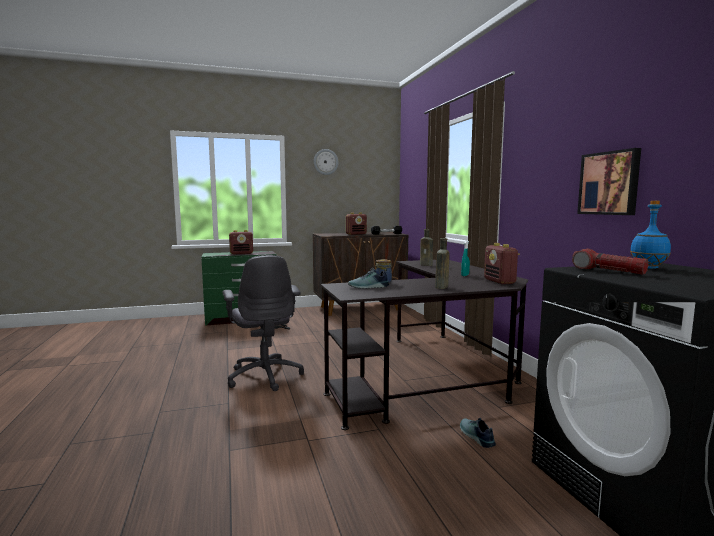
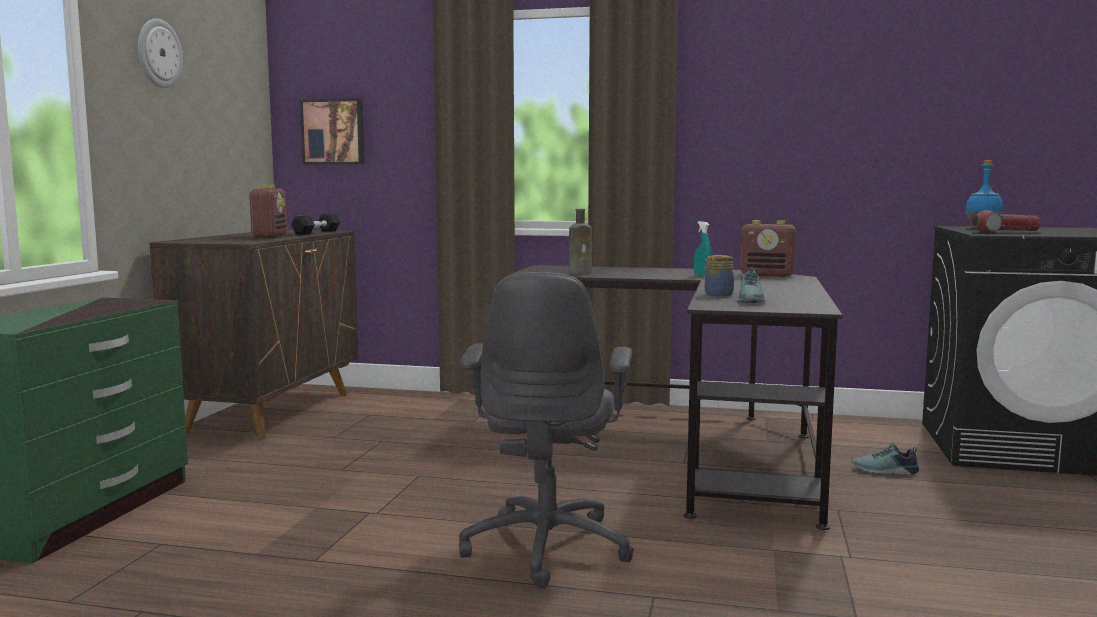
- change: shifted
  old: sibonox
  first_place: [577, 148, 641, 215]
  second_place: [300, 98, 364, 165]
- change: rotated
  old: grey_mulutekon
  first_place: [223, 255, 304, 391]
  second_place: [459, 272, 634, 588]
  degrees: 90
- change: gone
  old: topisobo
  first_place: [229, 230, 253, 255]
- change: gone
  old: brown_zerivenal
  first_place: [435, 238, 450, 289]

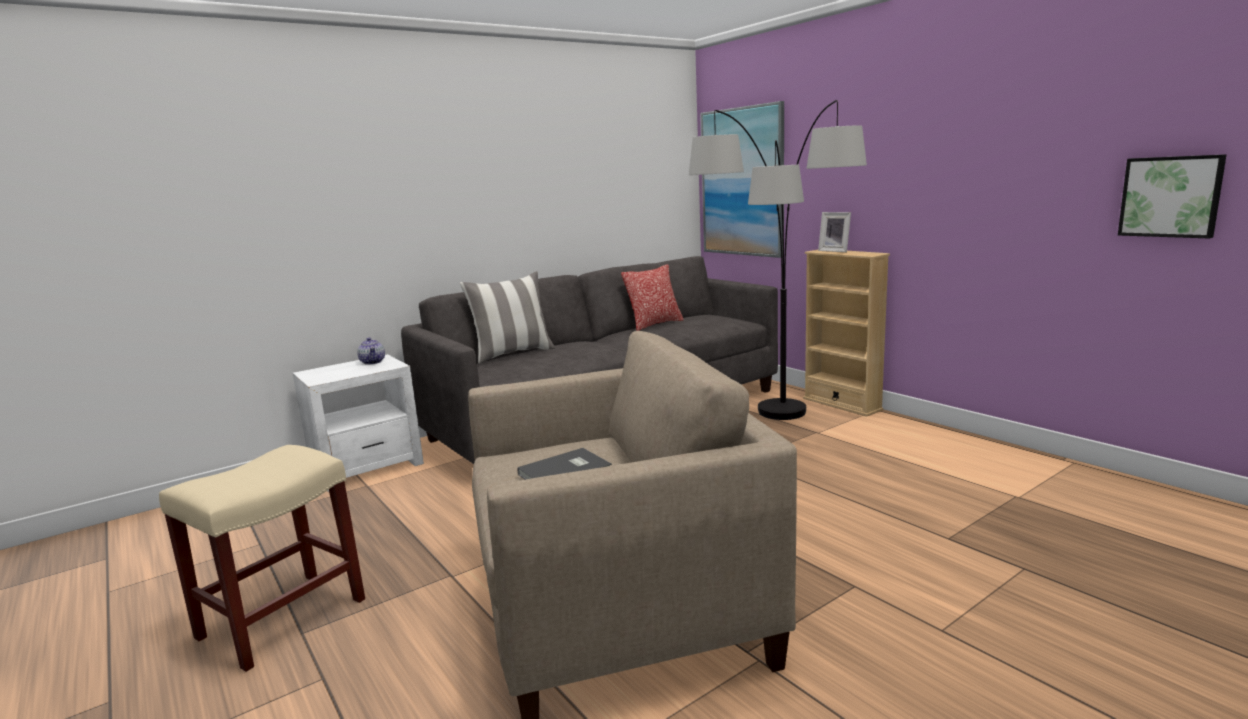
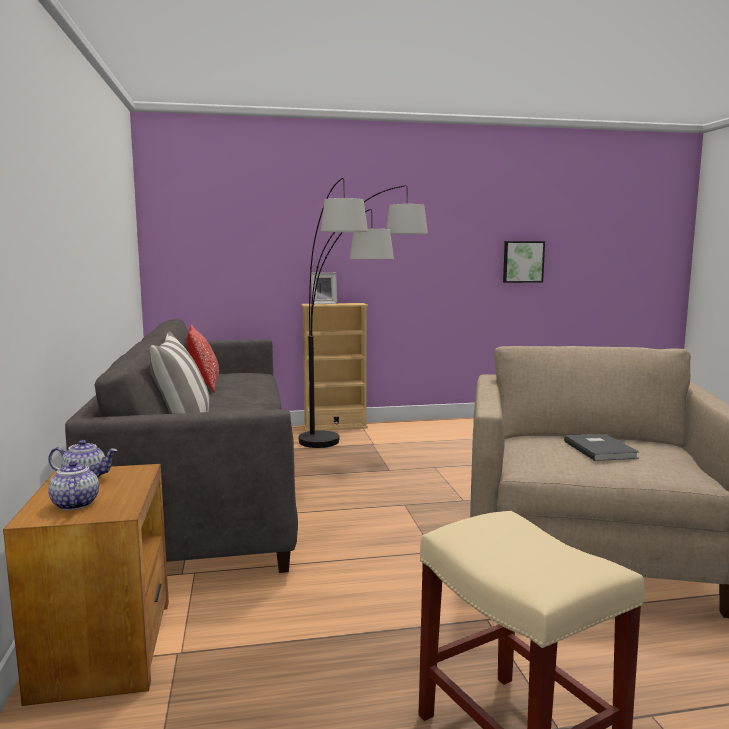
- change: repainted
  old: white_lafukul
  new: brown_lafukul
  first_place: [292, 354, 424, 492]
  second_place: [3, 464, 169, 706]
- change: new
  new: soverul
  second_place: [48, 461, 99, 510]
- change: gone
  old: sibonox
  first_place: [700, 101, 784, 258]

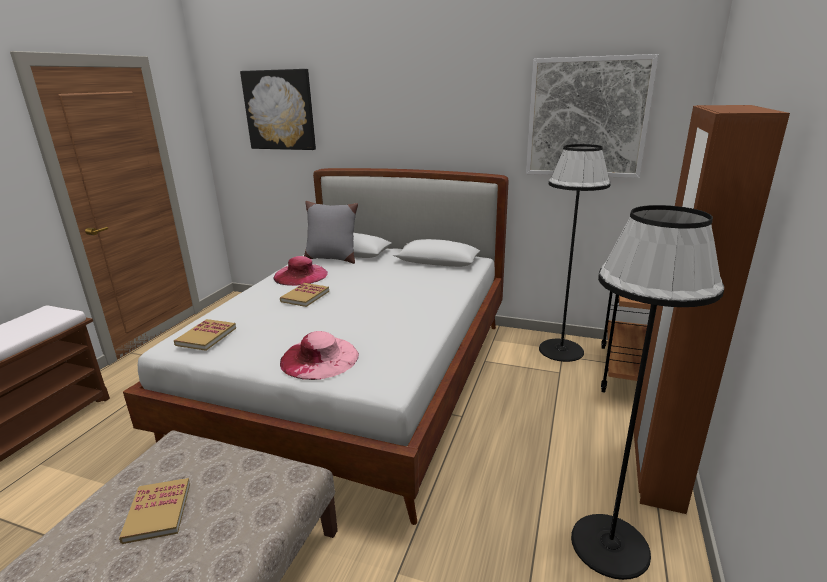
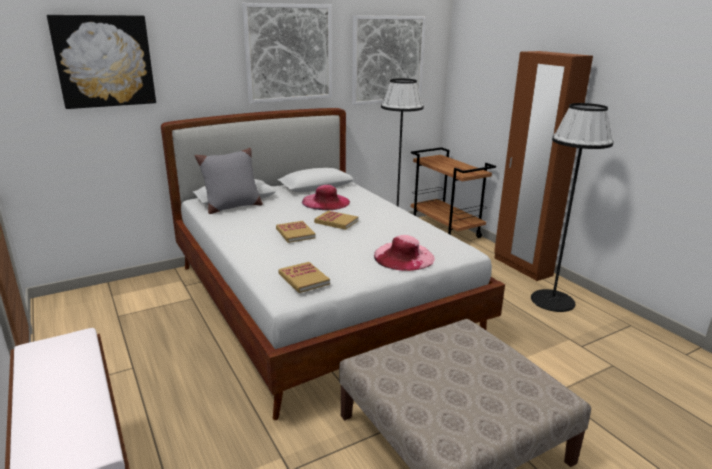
- change: new
  new: sibonox
  second_place: [242, 3, 332, 103]
- change: shifted
  old: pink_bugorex
  first_place: [274, 256, 328, 286]
  second_place: [302, 185, 350, 210]
- change: shifted
  old: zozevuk
  first_place: [119, 478, 190, 544]
  second_place: [314, 211, 358, 230]

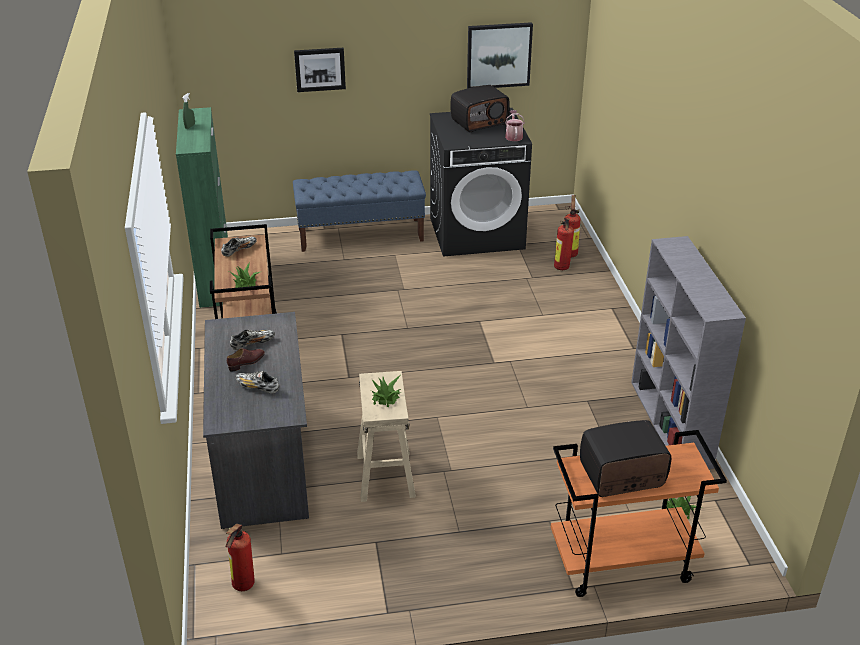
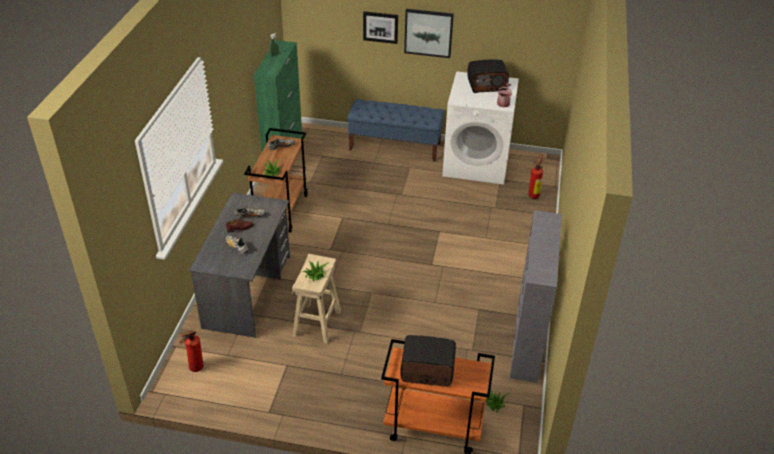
- change: shifted
  old: sibonox
  first_place: [467, 22, 533, 88]
  second_place: [404, 9, 454, 58]
- change: repainted
  old: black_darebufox
  new: white_darebufox
  first_place: [430, 108, 532, 257]
  second_place: [442, 71, 519, 185]
- change: gone
  old: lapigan
  first_place: [554, 217, 574, 270]

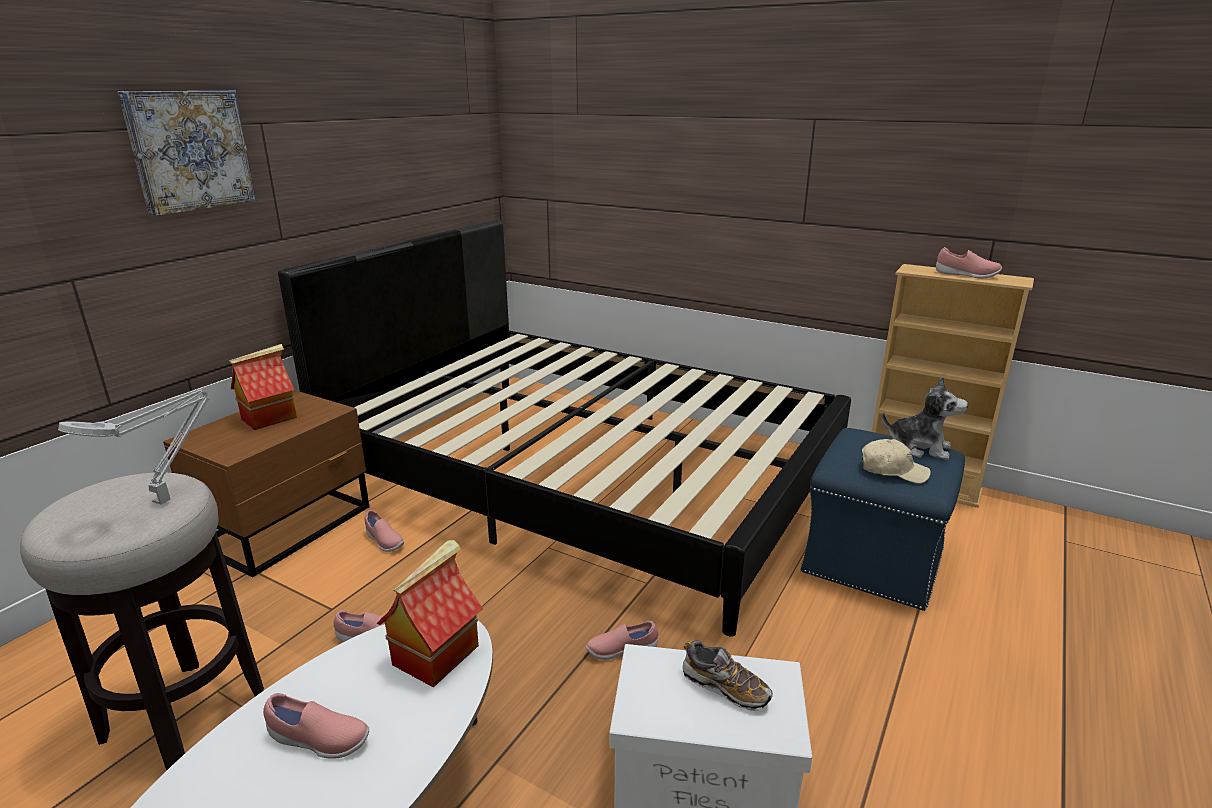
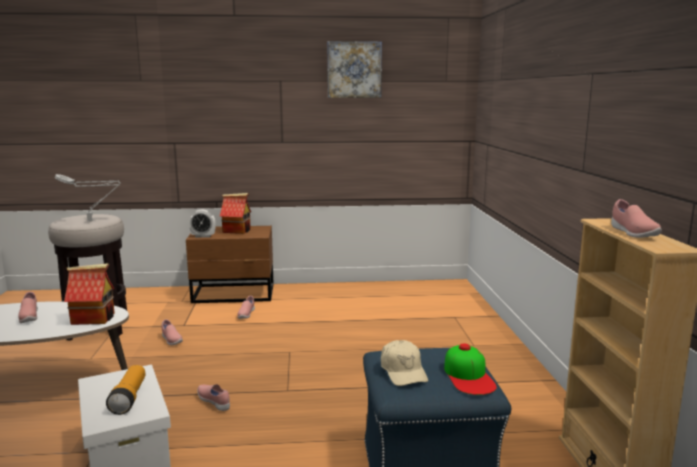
- change: swapped
  old: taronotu
  new: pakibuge
  first_place: [683, 640, 772, 711]
  second_place: [106, 365, 145, 415]
- change: new
  new: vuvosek
  second_place: [189, 210, 216, 238]
- change: shifted
  old: sibonox
  first_place: [118, 91, 256, 216]
  second_place: [327, 41, 382, 98]
- change: swapped
  old: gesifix
  new: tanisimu
  first_place: [882, 376, 968, 460]
  second_place: [444, 344, 497, 395]
- change: gone
  old: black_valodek
  first_place: [278, 220, 851, 637]

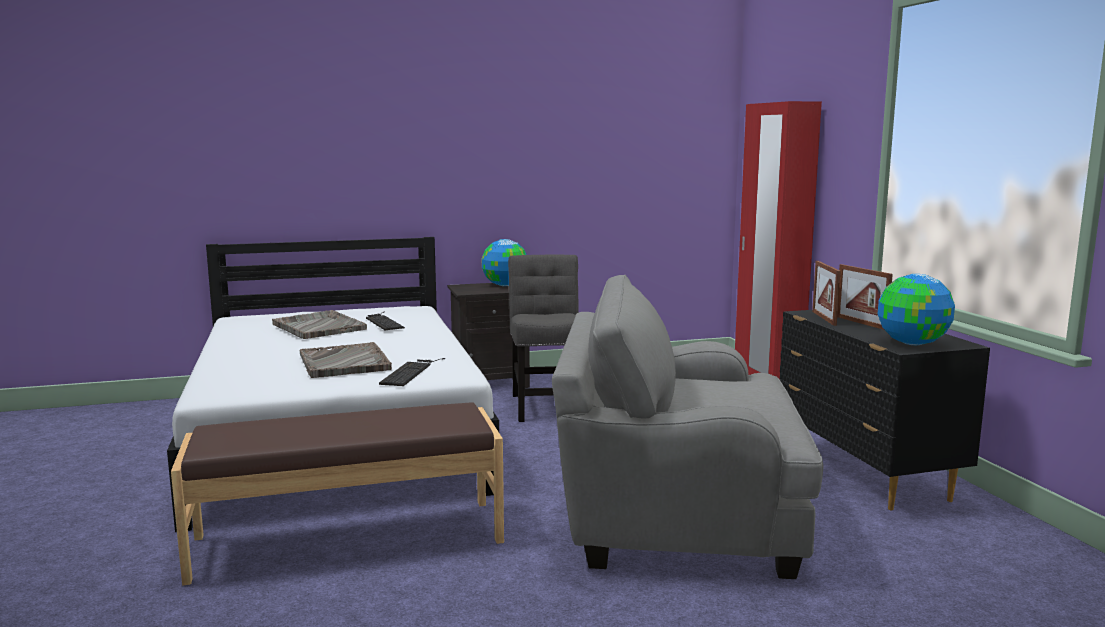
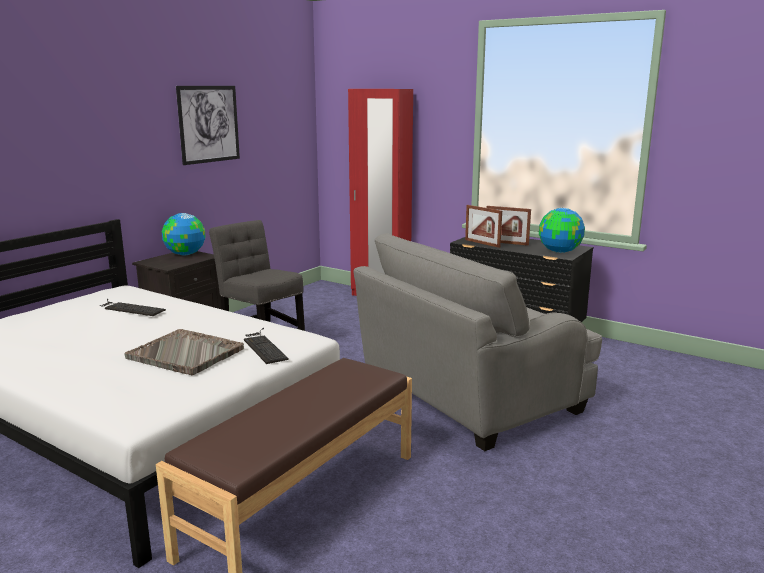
- change: new
  new: sibonox
  second_place: [176, 86, 240, 165]
- change: gone
  old: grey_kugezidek
  first_place: [272, 310, 367, 339]

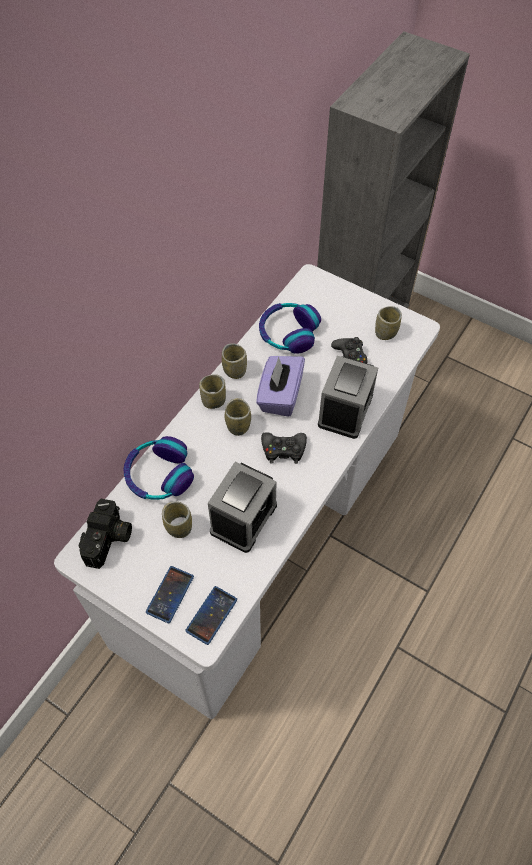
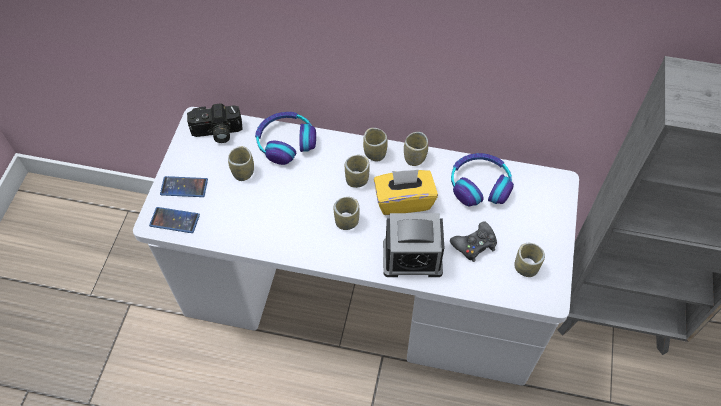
- change: swapped
  old: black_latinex
  new: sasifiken
  first_place: [261, 432, 307, 464]
  second_place: [334, 197, 359, 230]
- change: repainted
  old: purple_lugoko
  new: yellow_lugoko
  first_place: [256, 356, 305, 417]
  second_place: [374, 170, 438, 215]
- change: gone
  old: vuvosek
  first_place: [208, 462, 277, 553]

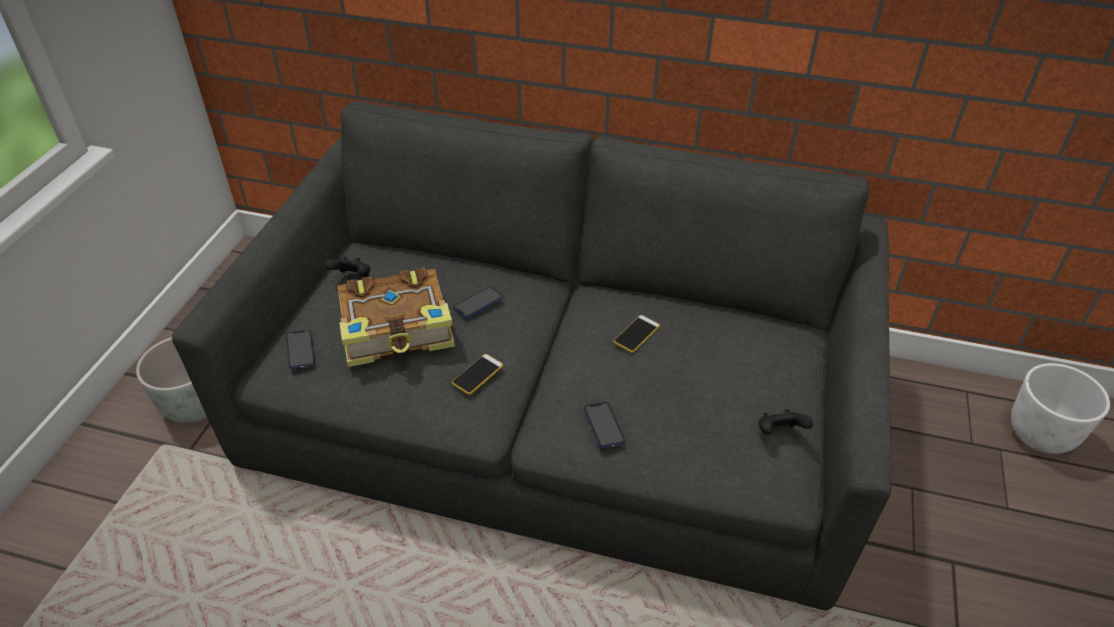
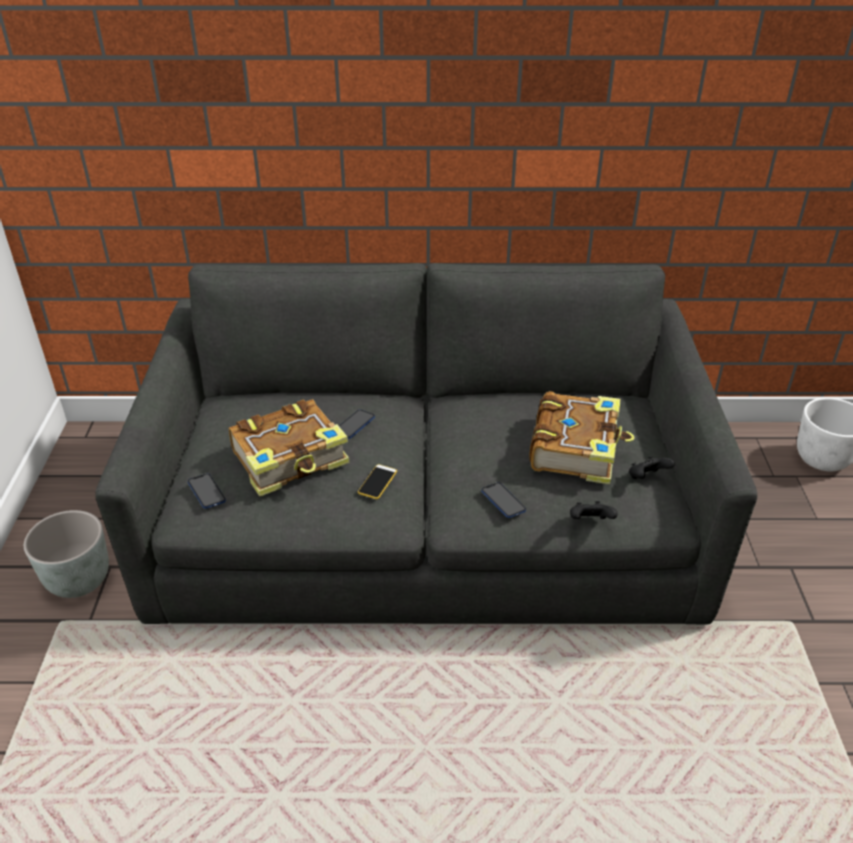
- change: new
  new: zozevuk
  second_place: [529, 391, 635, 484]
- change: shifted
  old: black_latinex
  first_place: [325, 257, 370, 277]
  second_place: [570, 501, 618, 519]
- change: gone
  old: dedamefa
  first_place: [613, 315, 660, 353]

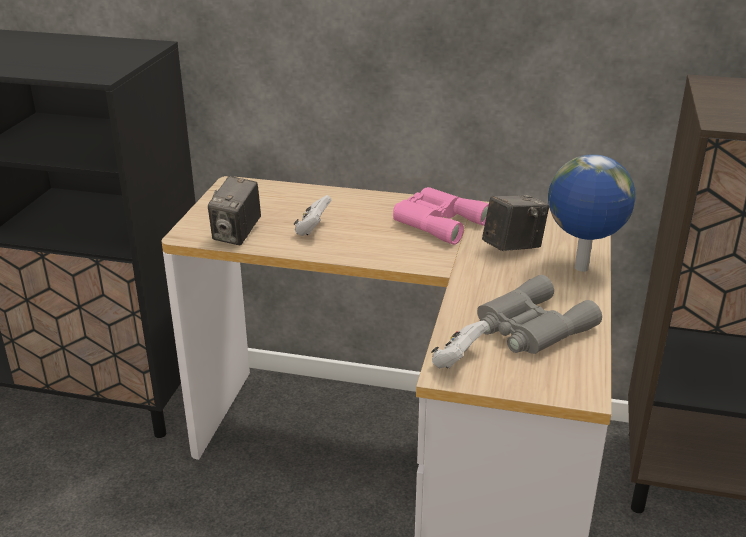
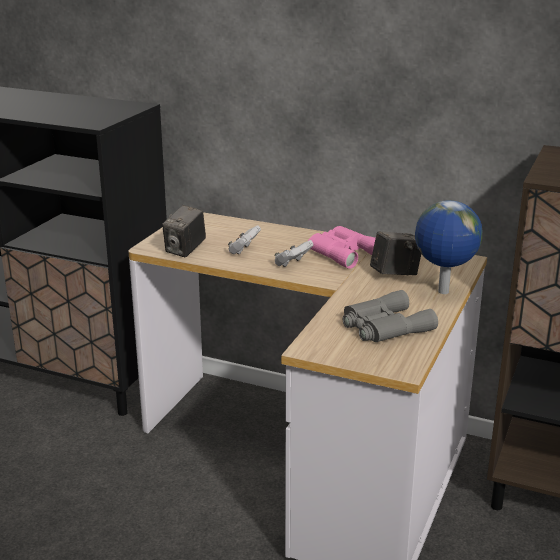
- change: shifted
  old: white_latinex
  first_place: [431, 321, 489, 369]
  second_place: [275, 240, 313, 267]

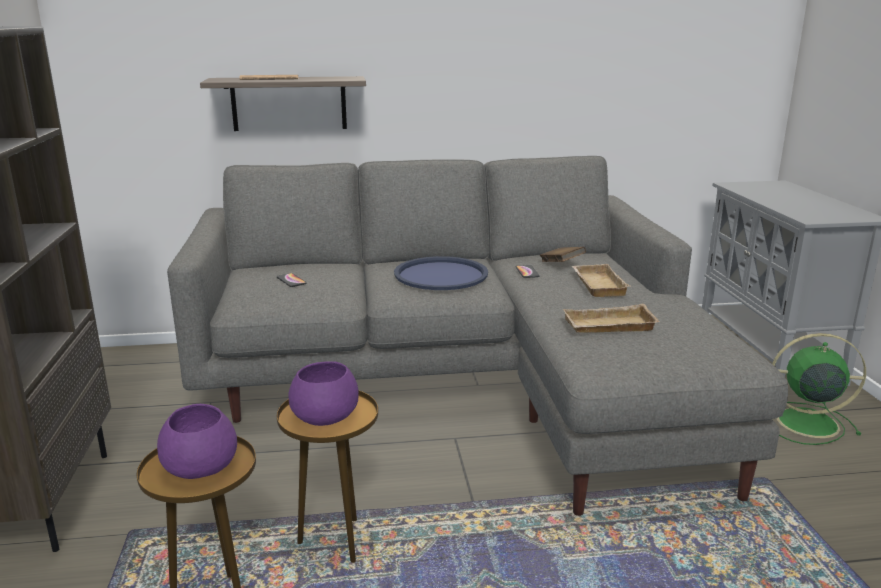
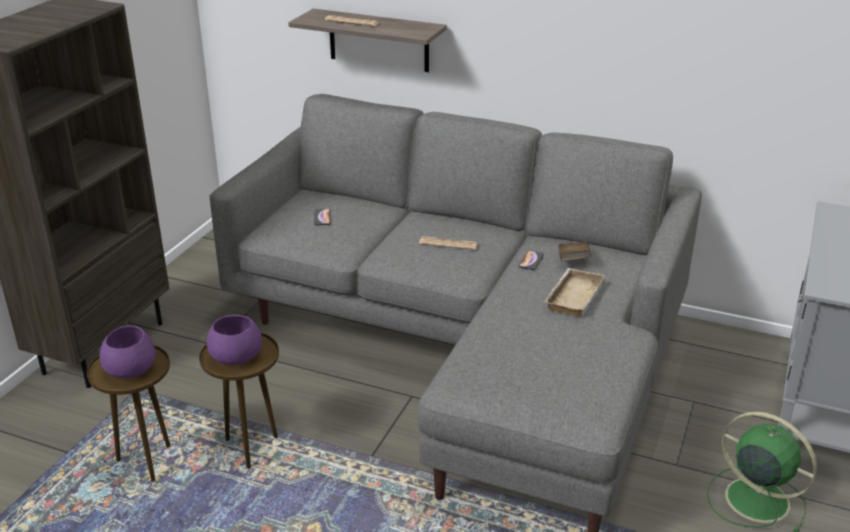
- change: swapped
  old: blue_kugezidek
  new: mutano
  first_place: [394, 256, 488, 290]
  second_place: [419, 236, 477, 250]
- change: gone
  old: beige_kugezidek
  first_place: [563, 304, 660, 333]

